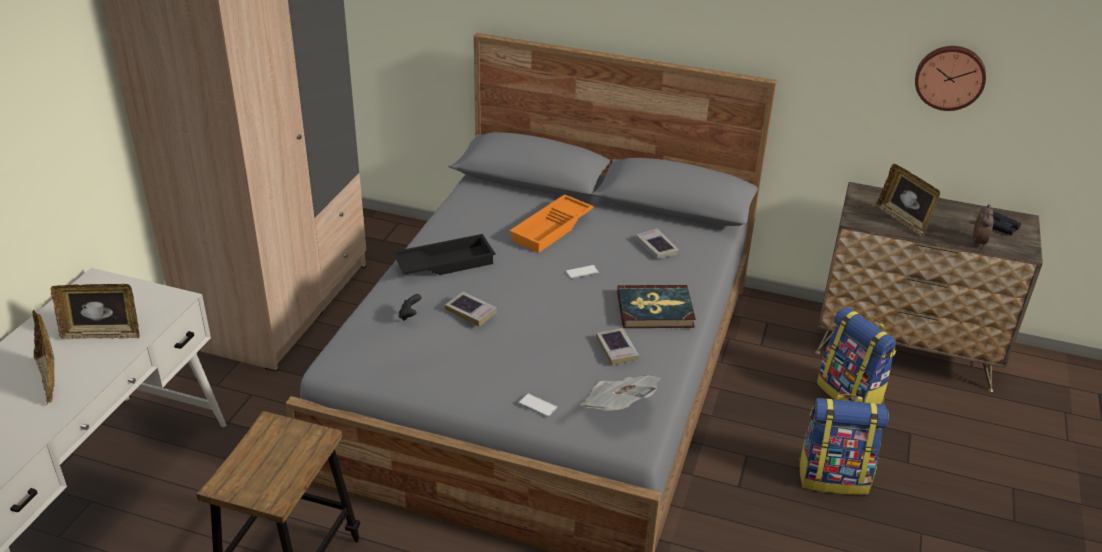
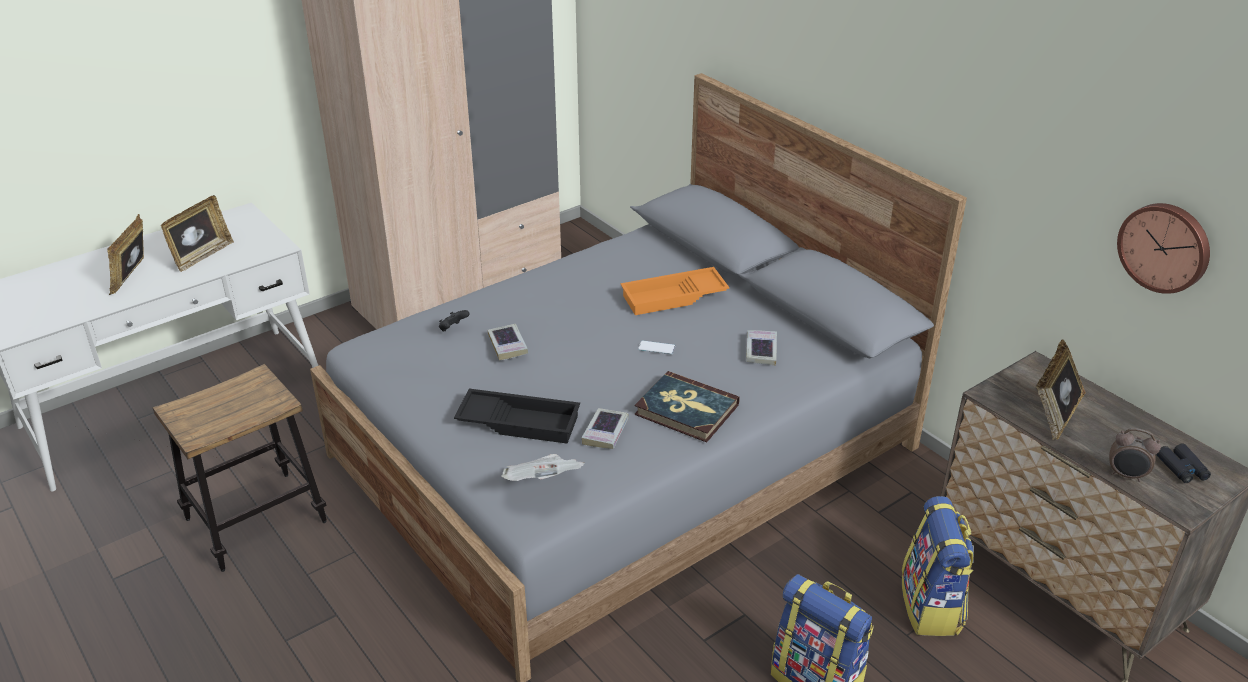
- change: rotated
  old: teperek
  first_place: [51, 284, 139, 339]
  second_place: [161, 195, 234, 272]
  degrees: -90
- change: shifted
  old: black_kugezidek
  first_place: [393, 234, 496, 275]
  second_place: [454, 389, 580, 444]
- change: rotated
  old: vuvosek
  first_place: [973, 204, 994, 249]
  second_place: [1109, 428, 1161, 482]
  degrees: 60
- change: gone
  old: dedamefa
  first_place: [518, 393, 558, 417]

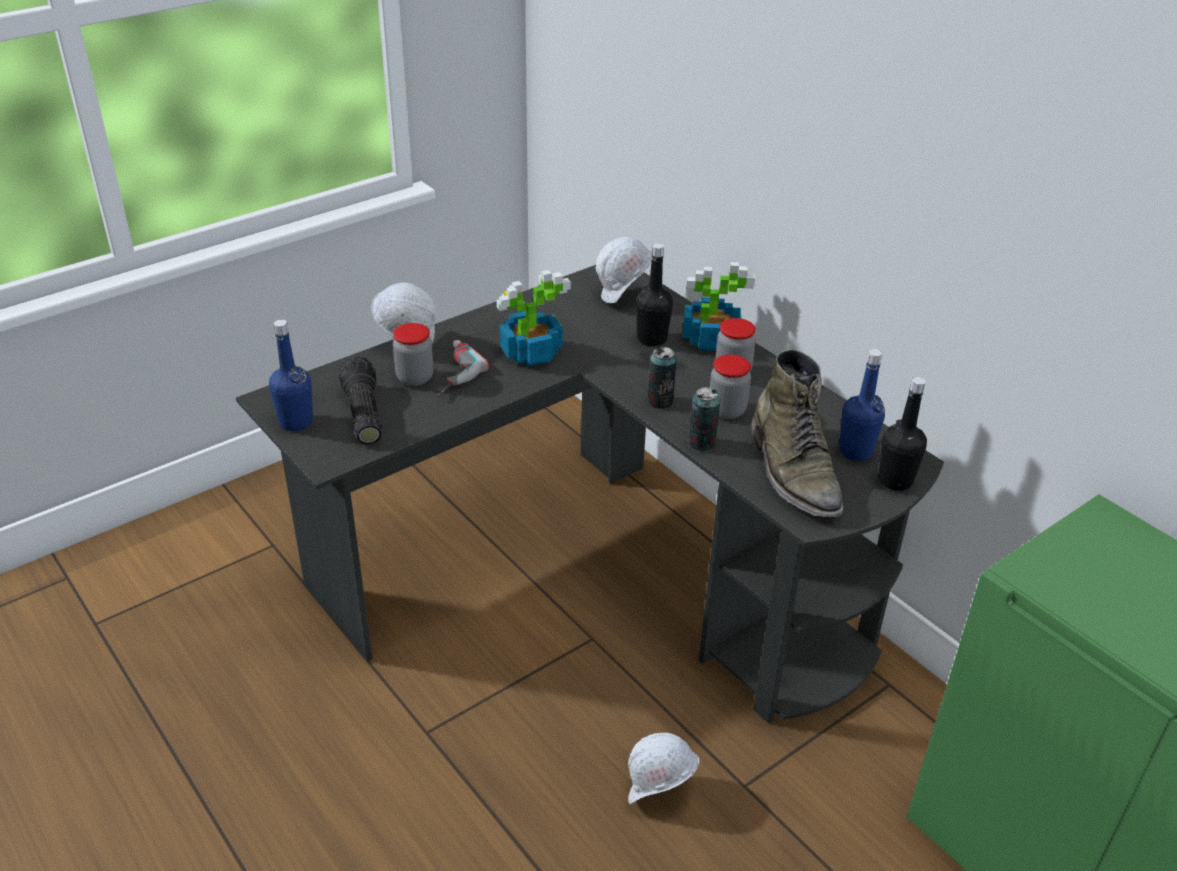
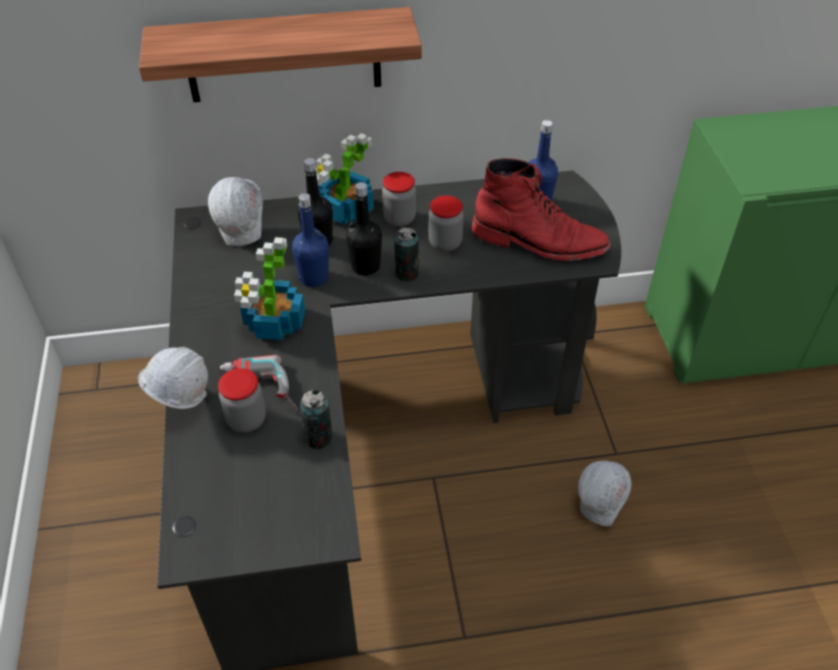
- change: new
  new: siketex
  second_place: [139, 7, 422, 102]
- change: shifted
  old: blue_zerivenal
  first_place: [269, 320, 313, 431]
  second_place: [292, 193, 329, 287]
- change: shifted
  old: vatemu
  first_place: [688, 387, 720, 451]
  second_place: [300, 390, 333, 449]
- change: shifted
  old: black_zerivenal
  first_place: [878, 377, 927, 491]
  second_place: [346, 182, 382, 276]
- change: repainted
  old: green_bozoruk
  new: red_bozoruk
  first_place: [751, 349, 843, 517]
  second_place: [472, 158, 611, 261]
- change: gone
  old: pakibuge
  first_place: [339, 356, 382, 445]

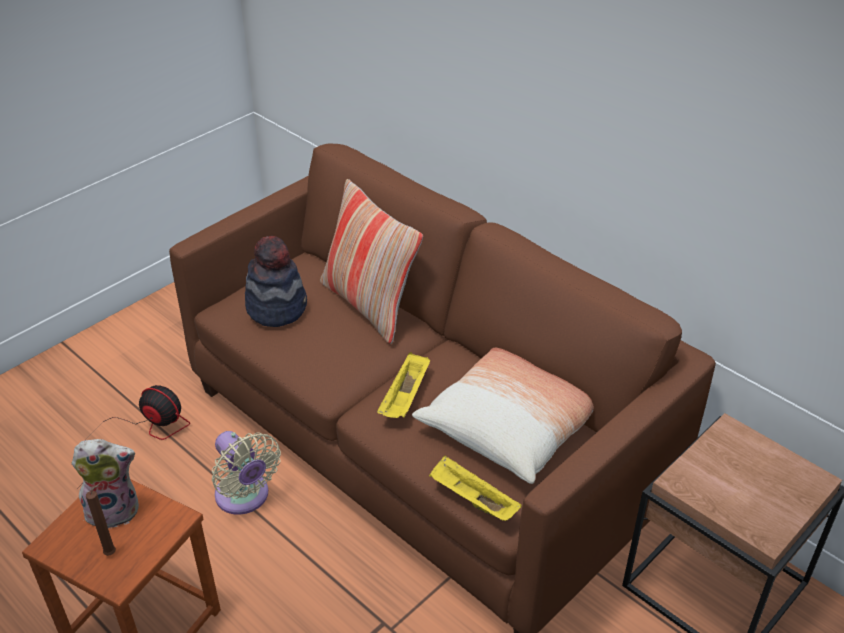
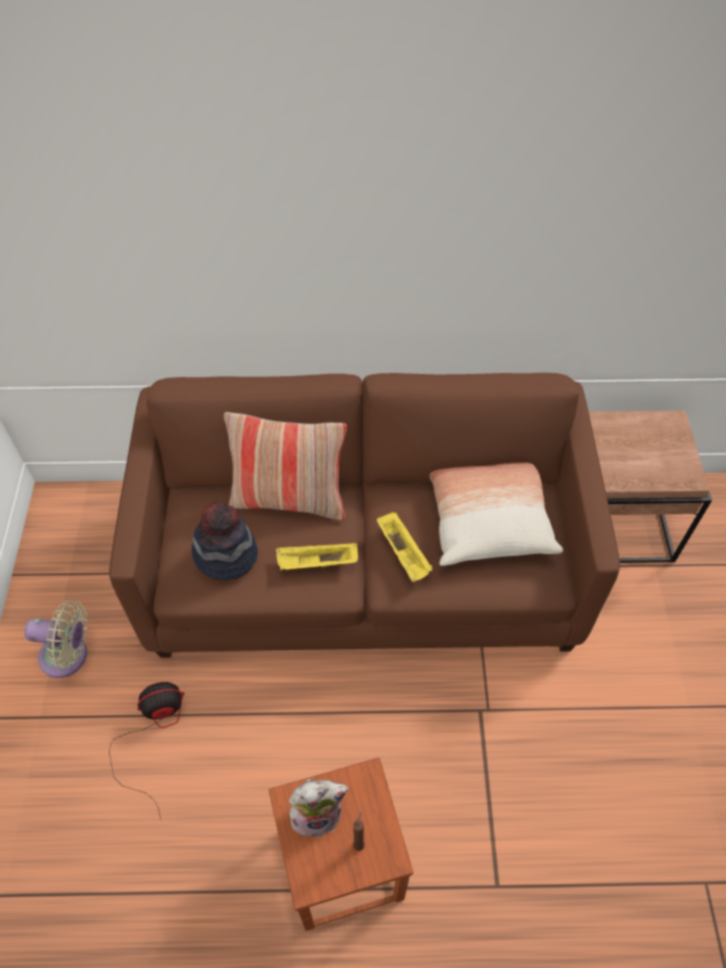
- change: shifted
  old: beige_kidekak
  first_place: [212, 431, 281, 515]
  second_place: [24, 600, 88, 678]
- change: shifted
  old: yellow_kugezidek
  first_place: [429, 455, 522, 521]
  second_place: [276, 543, 358, 570]
- change: rotated
  old: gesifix
  first_place: [72, 439, 139, 529]
  second_place: [289, 778, 349, 838]
  degrees: 45

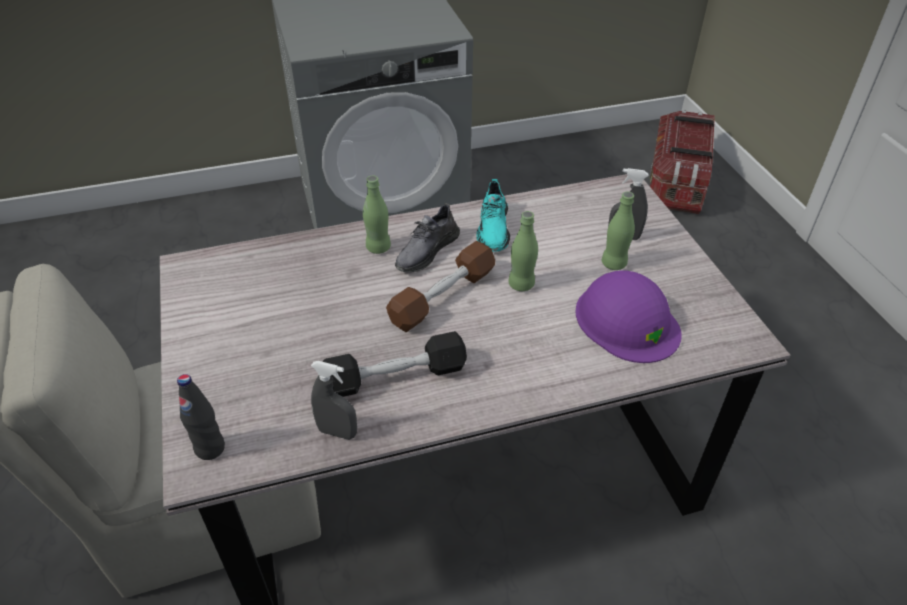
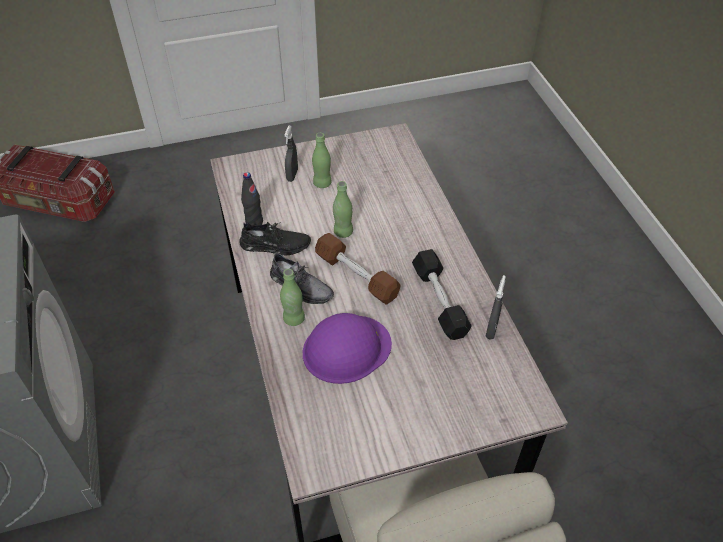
- change: repainted
  old: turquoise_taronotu
  new: black_taronotu
  first_place: [476, 179, 510, 252]
  second_place: [239, 222, 311, 255]
- change: shifted
  old: black_zerivenal
  first_place: [177, 374, 225, 460]
  second_place: [241, 172, 263, 226]
- change: shifted
  old: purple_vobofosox
  first_place: [575, 270, 682, 363]
  second_place: [303, 313, 392, 384]

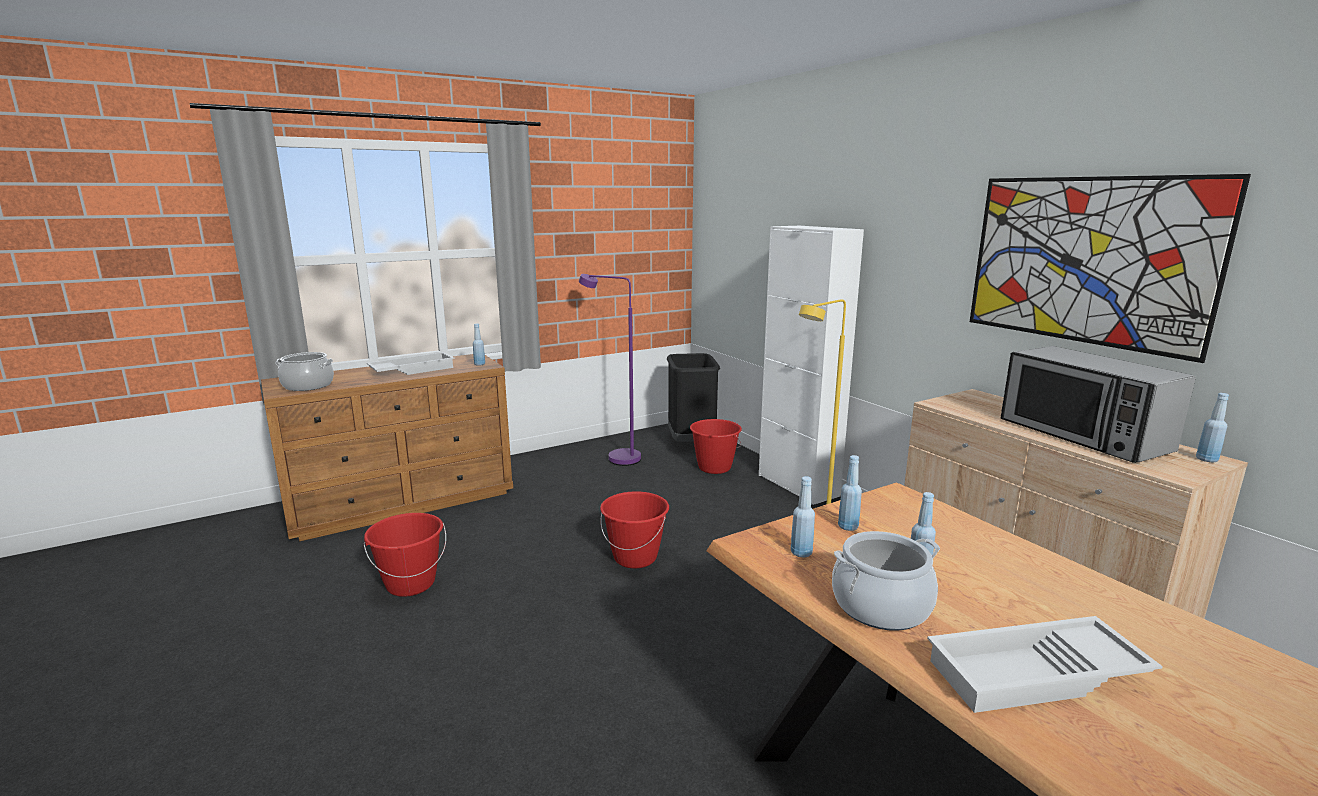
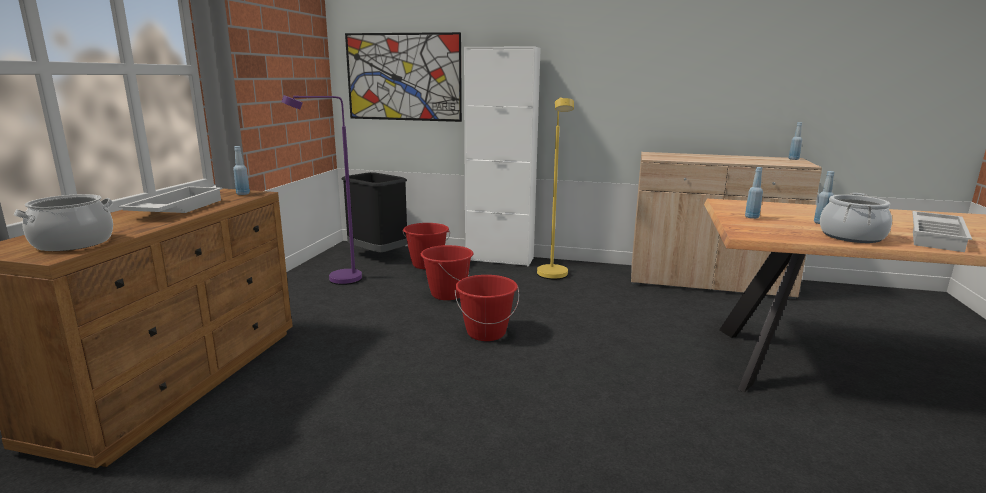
- change: shifted
  old: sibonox
  first_place: [970, 174, 1251, 363]
  second_place: [345, 32, 462, 122]
- change: shifted
  old: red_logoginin
  first_place: [363, 513, 446, 597]
  second_place: [421, 245, 474, 300]
- change: gone
  old: blue_zerivenal
  first_place: [791, 476, 815, 558]
- change: gone
  old: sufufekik
  first_place: [1001, 346, 1196, 463]

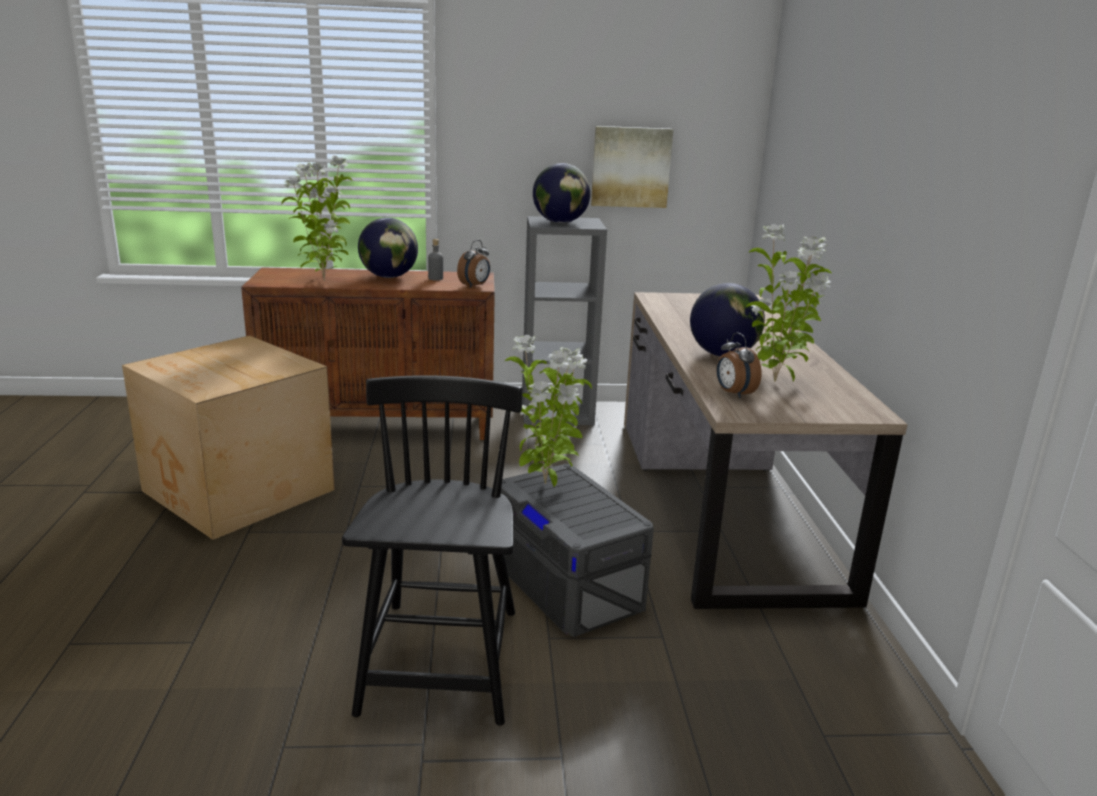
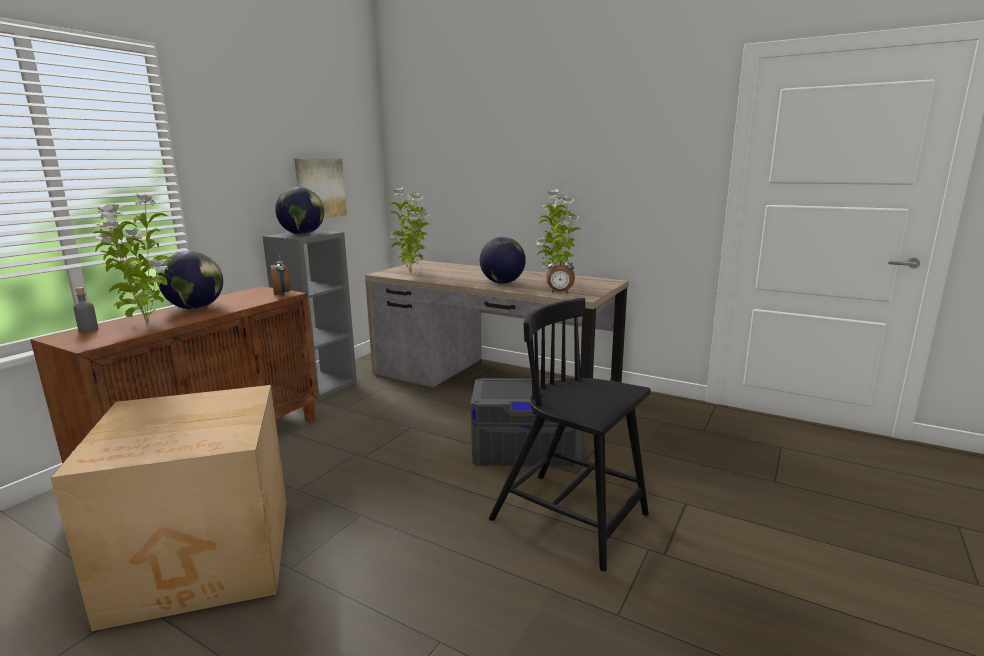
- change: shifted
  old: grey_zerivenal
  first_place: [428, 239, 443, 281]
  second_place: [73, 287, 98, 333]
- change: shifted
  old: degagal
  first_place: [505, 335, 592, 487]
  second_place: [389, 187, 429, 274]

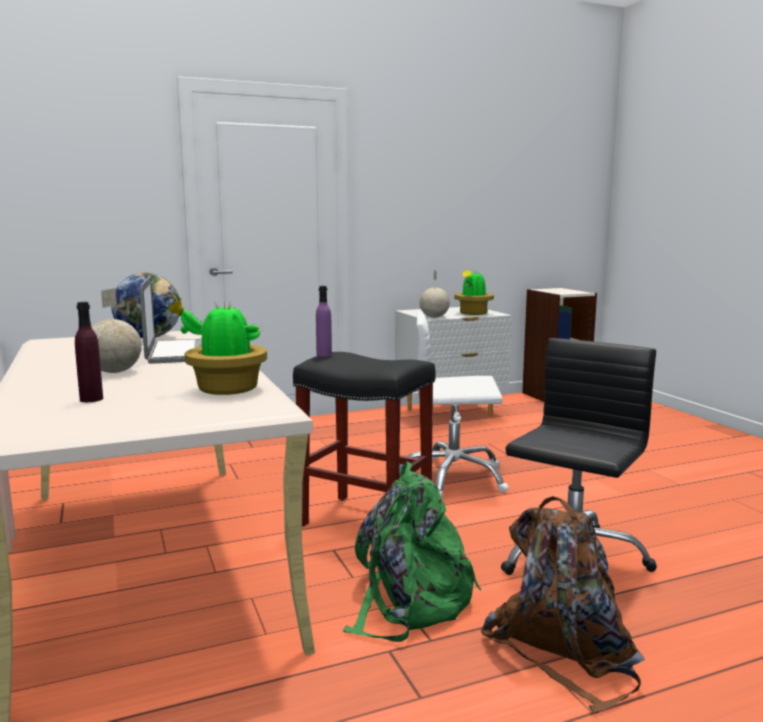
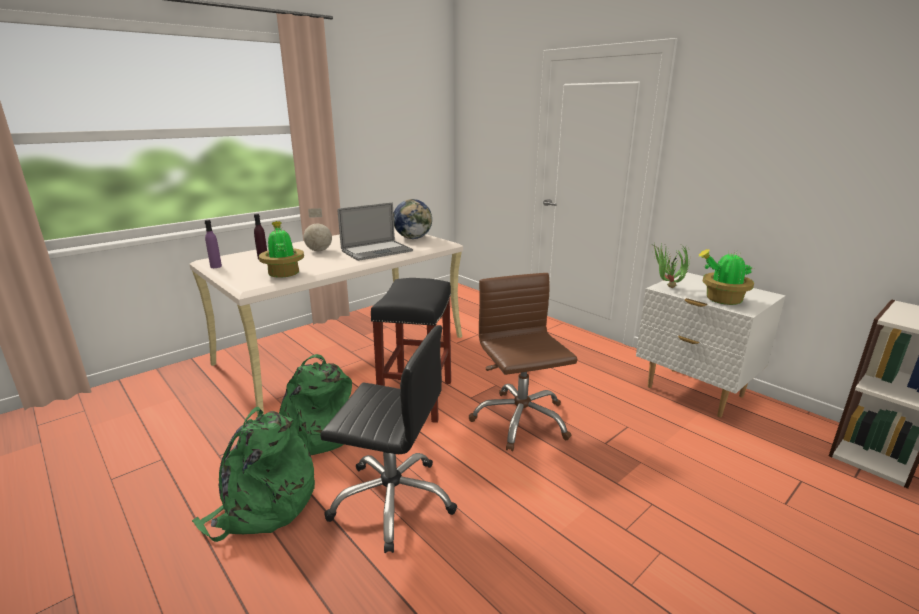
- change: repainted
  old: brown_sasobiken
  new: green_sasobiken
  first_place: [481, 496, 645, 713]
  second_place: [192, 407, 315, 542]
- change: shifted
  old: purple_zerivenal
  first_place: [316, 286, 332, 357]
  second_place: [205, 220, 222, 268]
- change: repainted
  old: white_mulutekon
  new: brown_mulutekon
  first_place: [399, 311, 509, 499]
  second_place: [469, 273, 577, 451]
- change: swapped
  old: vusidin
  new: degagal
  first_place: [420, 270, 450, 318]
  second_place: [653, 244, 690, 288]

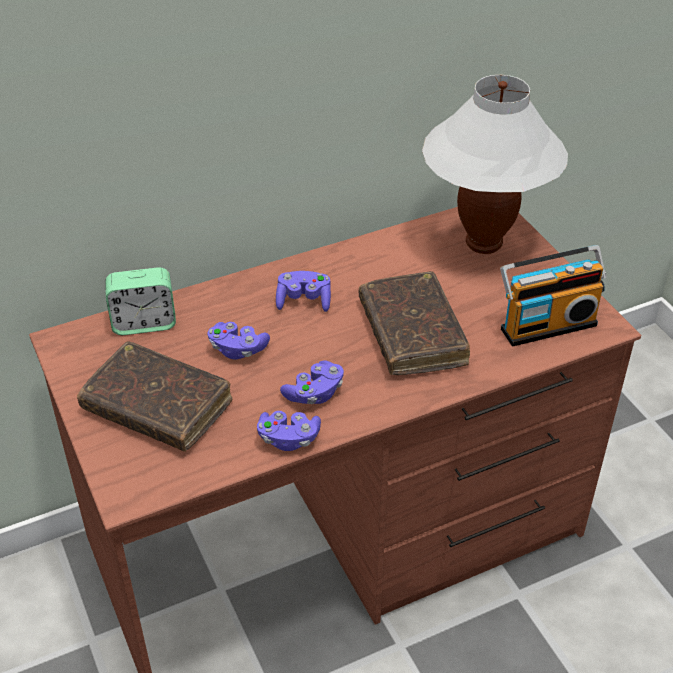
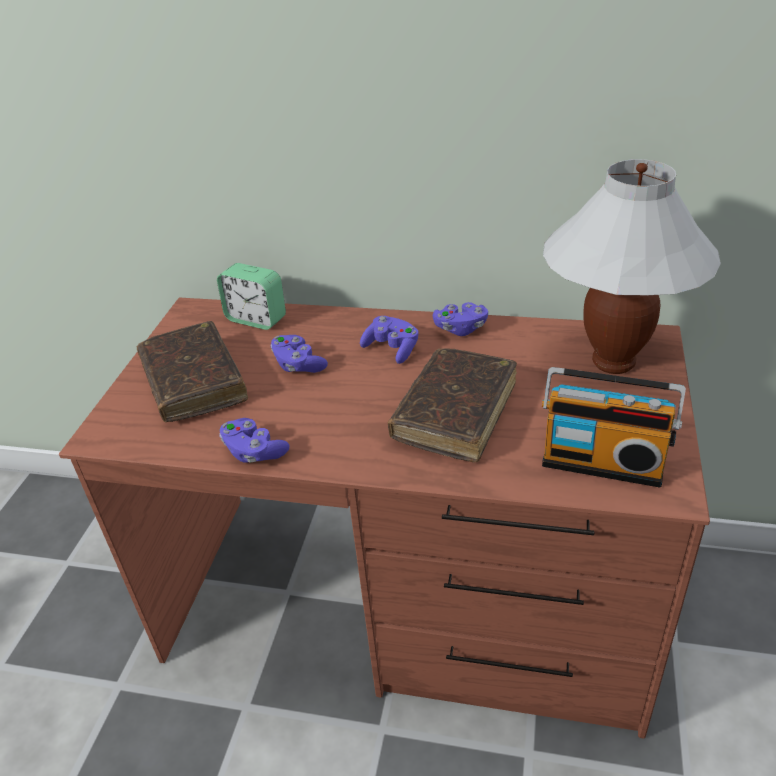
- change: shifted
  old: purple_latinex
  first_place: [280, 361, 344, 404]
  second_place: [433, 302, 488, 336]

